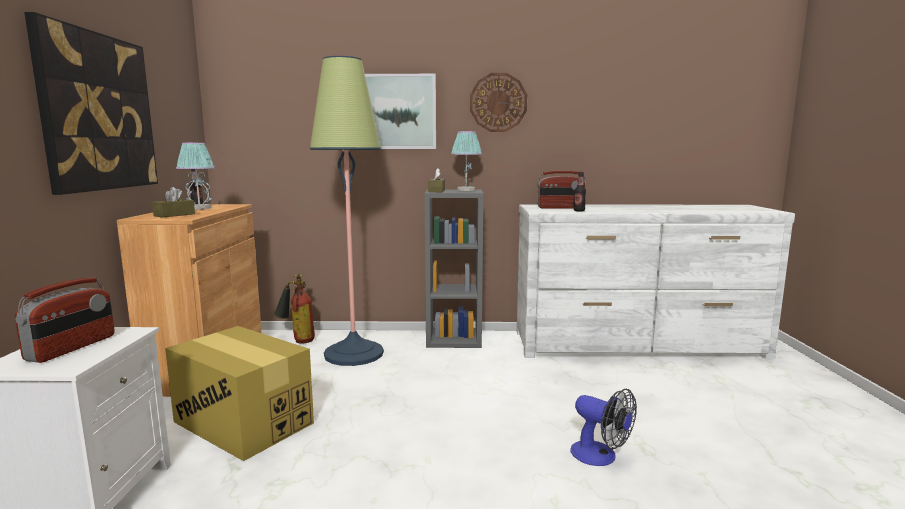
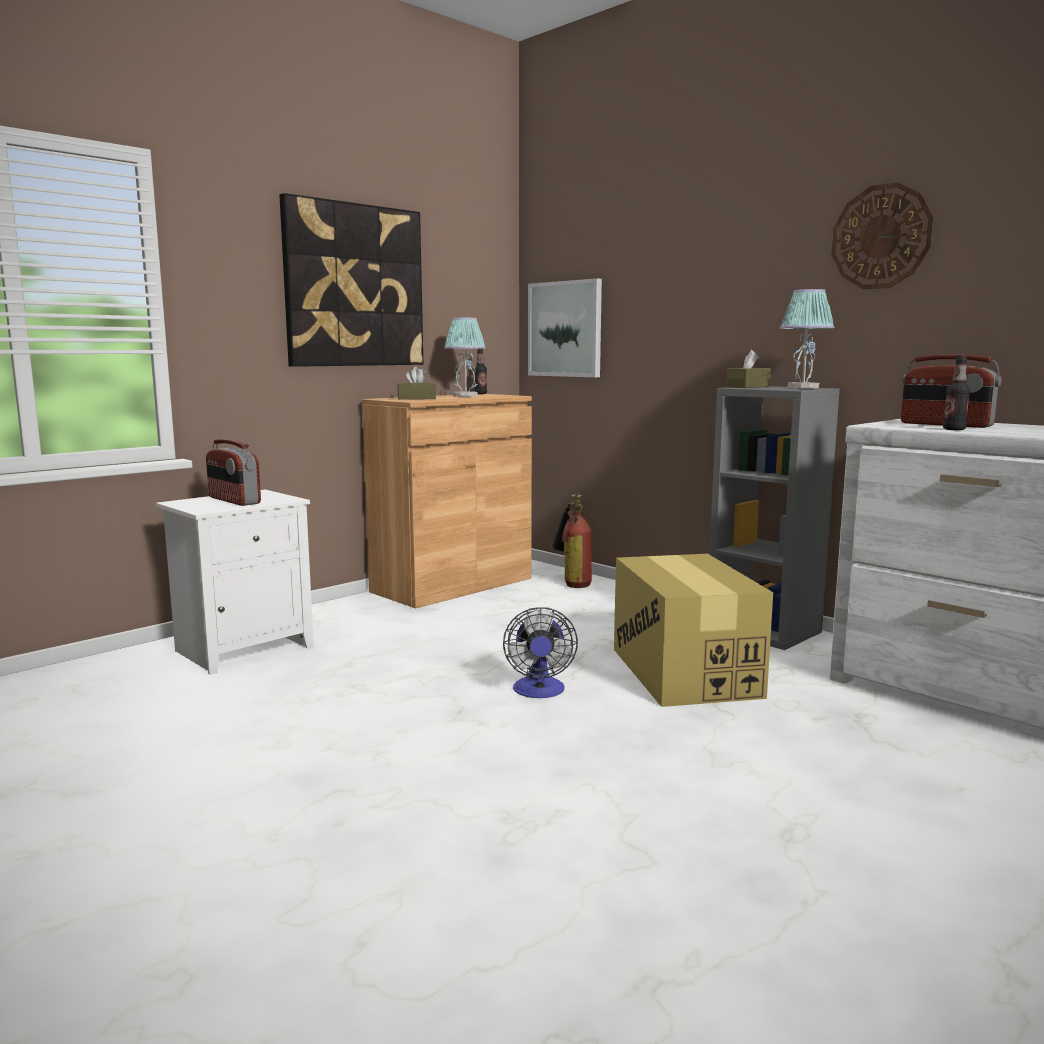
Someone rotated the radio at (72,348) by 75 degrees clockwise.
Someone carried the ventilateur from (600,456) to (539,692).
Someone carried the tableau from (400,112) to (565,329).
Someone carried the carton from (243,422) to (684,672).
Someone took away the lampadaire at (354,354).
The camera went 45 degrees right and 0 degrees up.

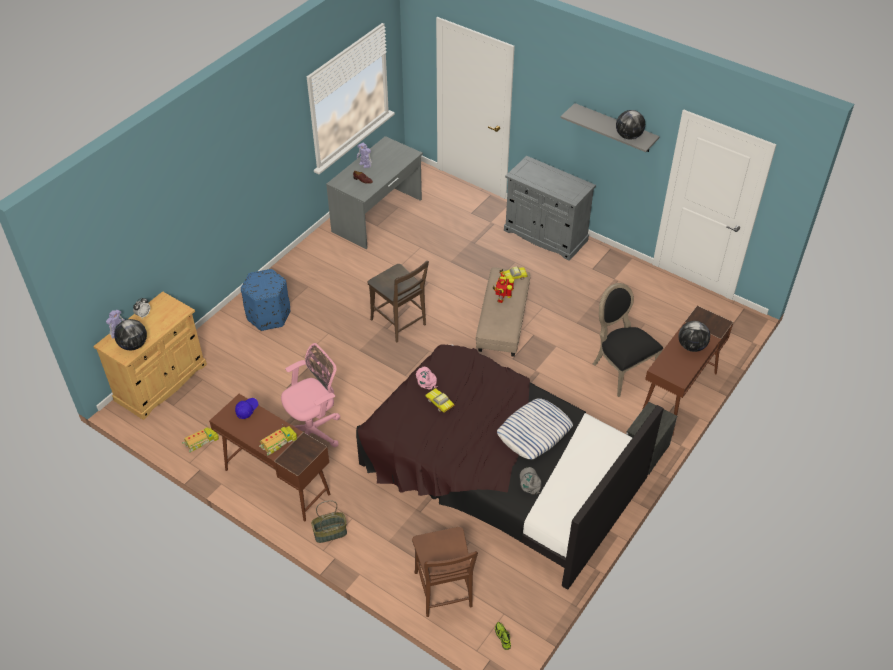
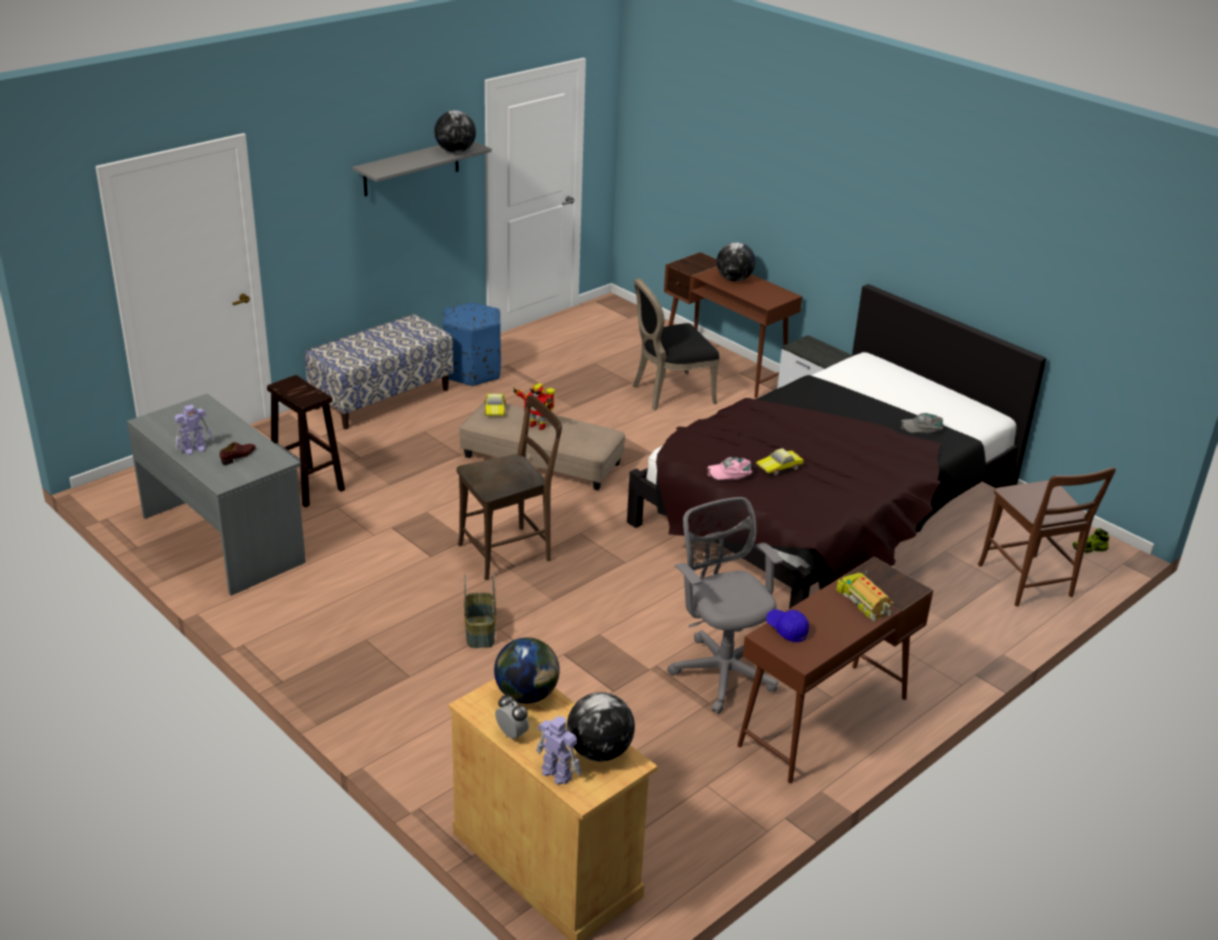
Someone put down the tabouret/marron at (308,487).
Someone swapped the meuble de rangement/gris at (545,235) for the banc at (382,398).
Someone carried the pouf/bleu from (268,315) to (472,372).
Someone carried the panier from (330,533) to (481,632).
Someone put down the globe at (527,695).
Someone repainted the chaise de bureau/rose at (313,431), which became the chaise de bureau/gris at (721,670).
Someone rotated the chaise/marron at (444,593) by 75 degrees clockwise.
Someone took away the camion jouet at (201,441).
Someone took away the coussin at (534,432).
The camera went 80 degrees left and 15 degrees down.

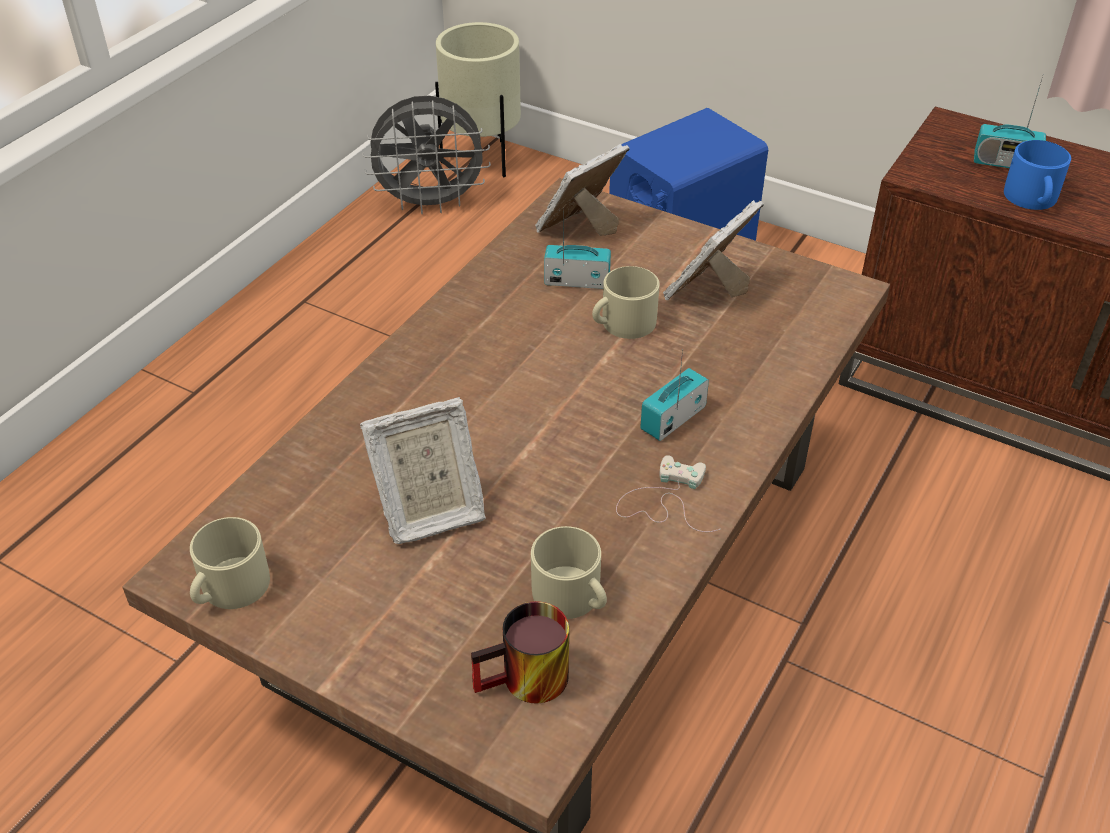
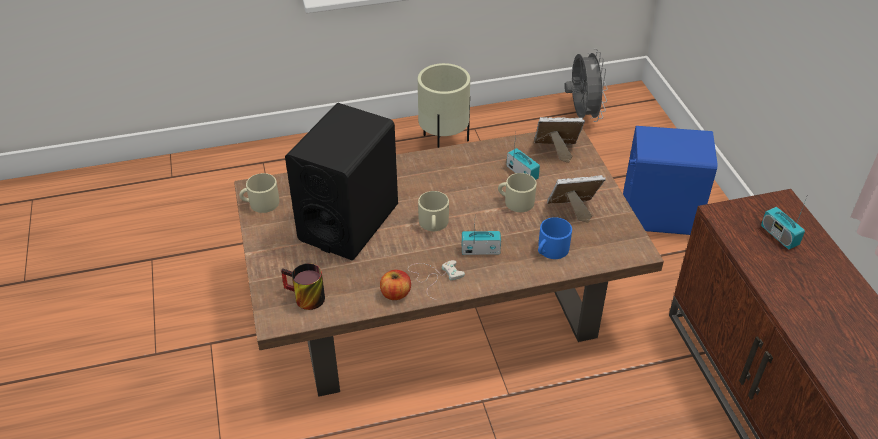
Someone swapped the cadre photo at (429,513) for the enceinte/noir at (349,222).
Someone put down the pomme at (395,293).
Someone carried the cache-pot/beige from (483,160) to (444,146).
Someone carried the mug/beige from (572,597) to (433,224).
Someone carried the mug/bleu from (1032,199) to (550,250).
Someone rotated the ventilateur/gris at (431,204) by 135 degrees counterclockwise.
The camera went 45 degrees right and 0 degrees up.

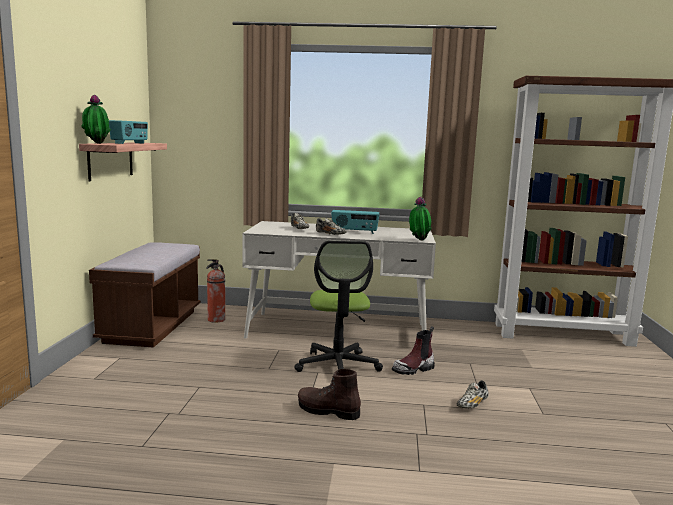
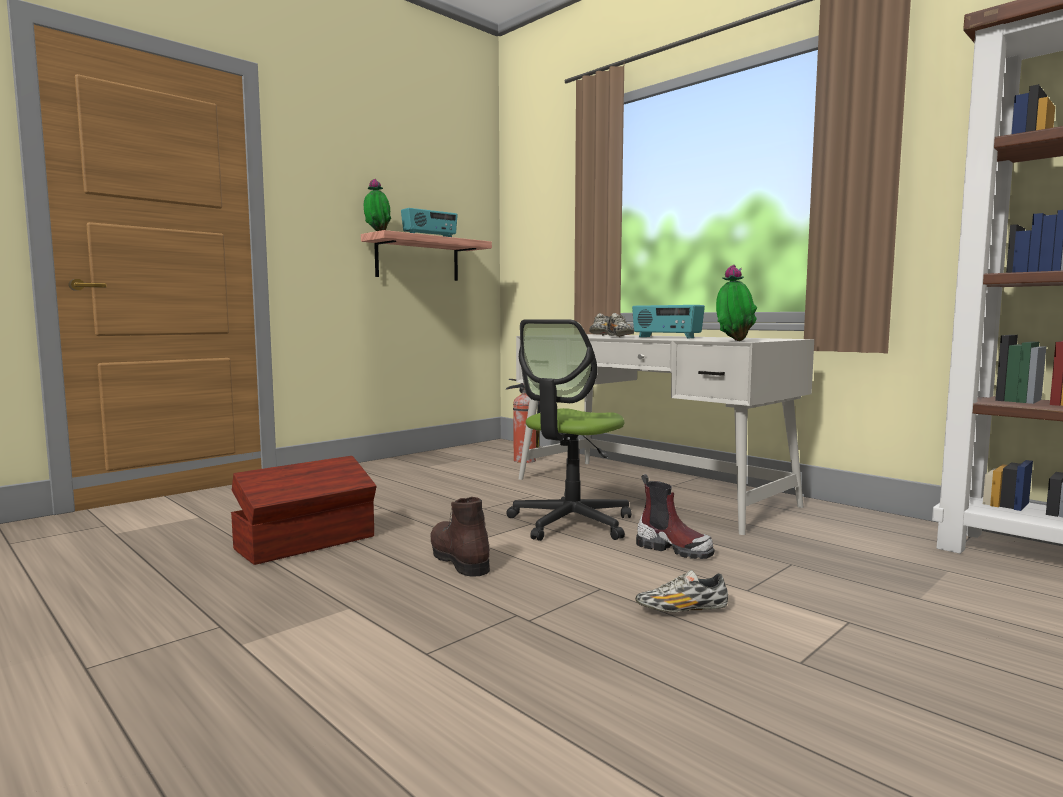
Someone put down the boîte de rangement/marron at (308,543).
Someone rotated the botte at (413,369) by 150 degrees counterclockwise.
Someone took away the banc/marron at (152,326).
The camera went 40 degrees right and 5 degrees down.

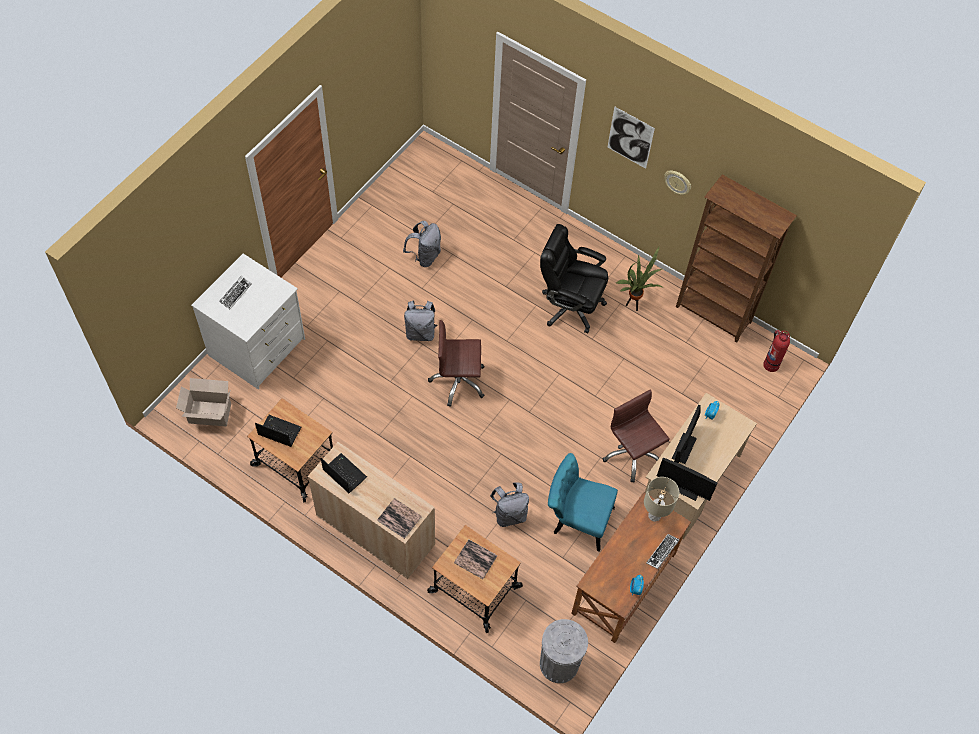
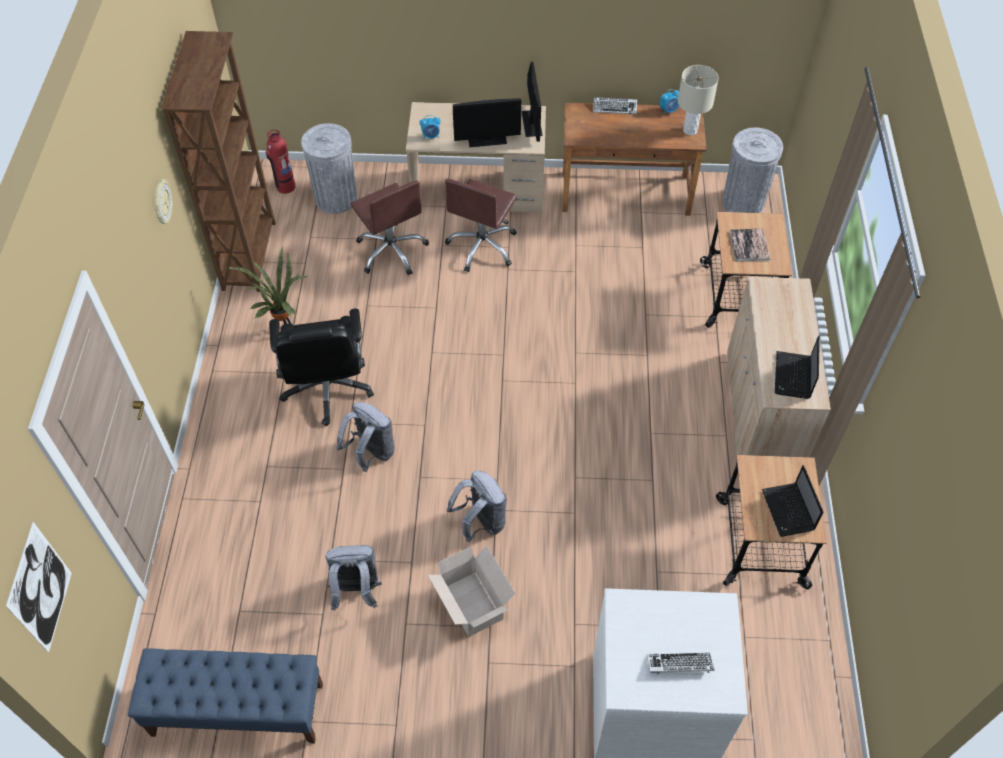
Someone carried the tableau from (630,138) to (40,588).
Someone put down the banc/bleu at (237,710).
Someone put down the poubelle/gris at (336,198).
Someone carried the sac à dos/gris from (509,514) to (371,453).
Someone carried the chaise de bureau/marron from (458,381) to (392,251).
Someone carried the carton from (208,413) to (472,606).
Someone carried the lampe de table/beige from (654,516) to (690,130).
Someone took away the livre at (399,518).
Someone took away the chaise/turquoise at (577,518).
The camera went 120 degrees left and 5 degrees down.

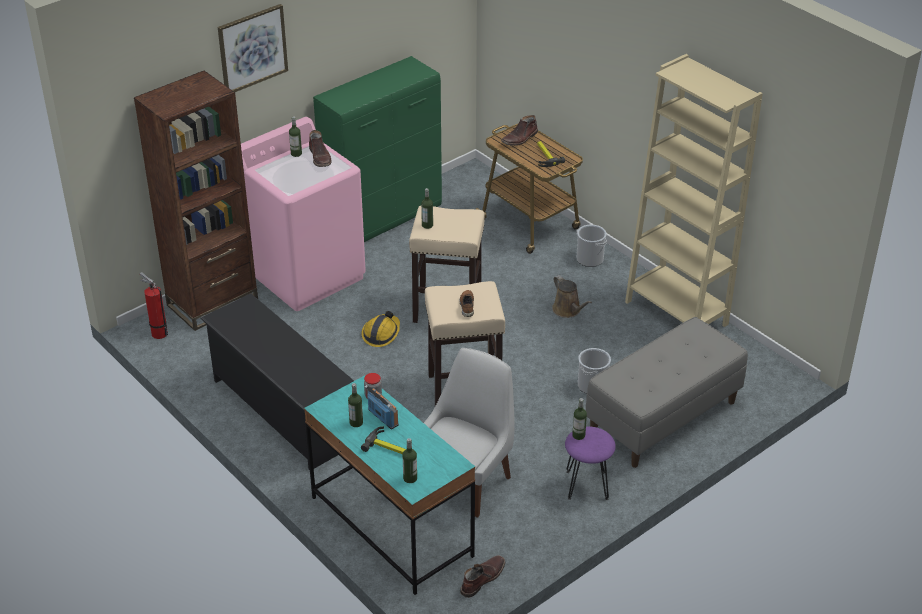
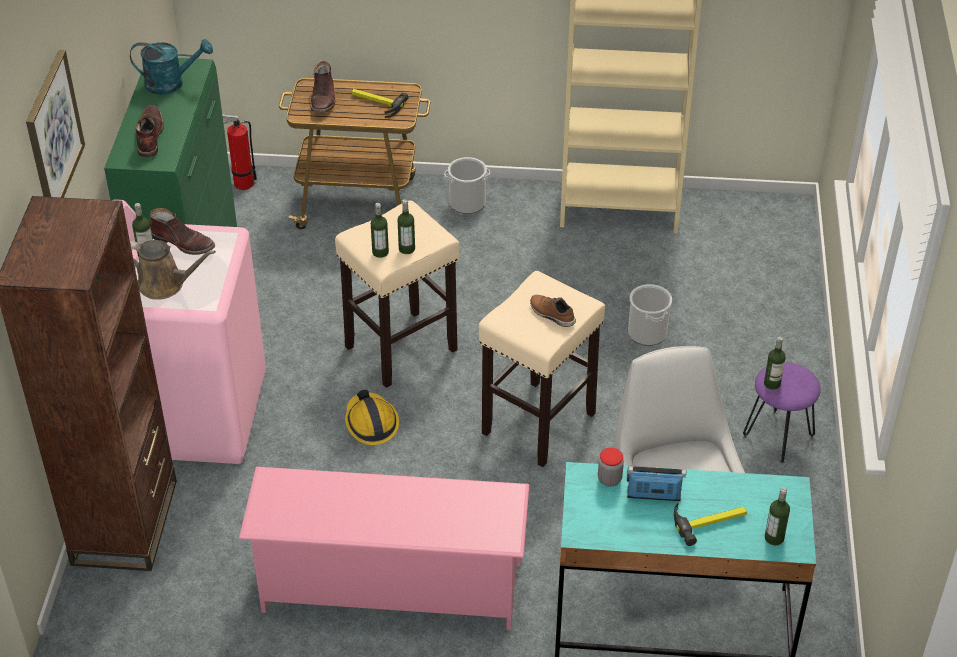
Someone put down the arrosoir/turquoise at (171,83).
Someone carried the arrosoir/marron from (568,310) to (165,284).
Someone carried the botte/marron from (482,579) to (149,136).
Someone carried the extincteur from (158,332) to (241,184).
Someone repainted the étagère à chaussures/noir at (283,412), which became the étagère à chaussures/rose at (390,587).
Someone carried the bouteille from (356,423) to (407,249).
Someone took away the banc/gris at (663,418).
The camera went 45 degrees left and 5 degrees up.

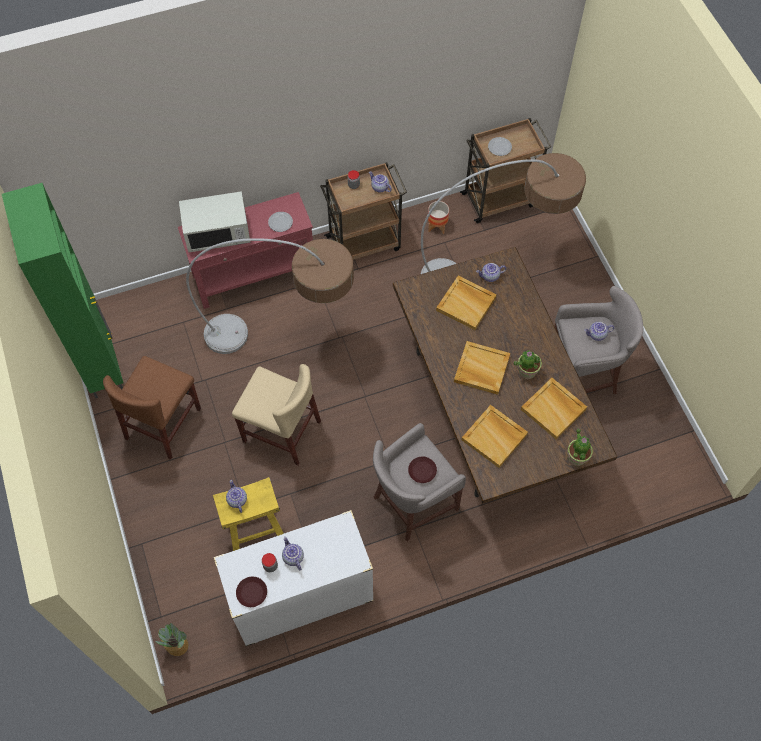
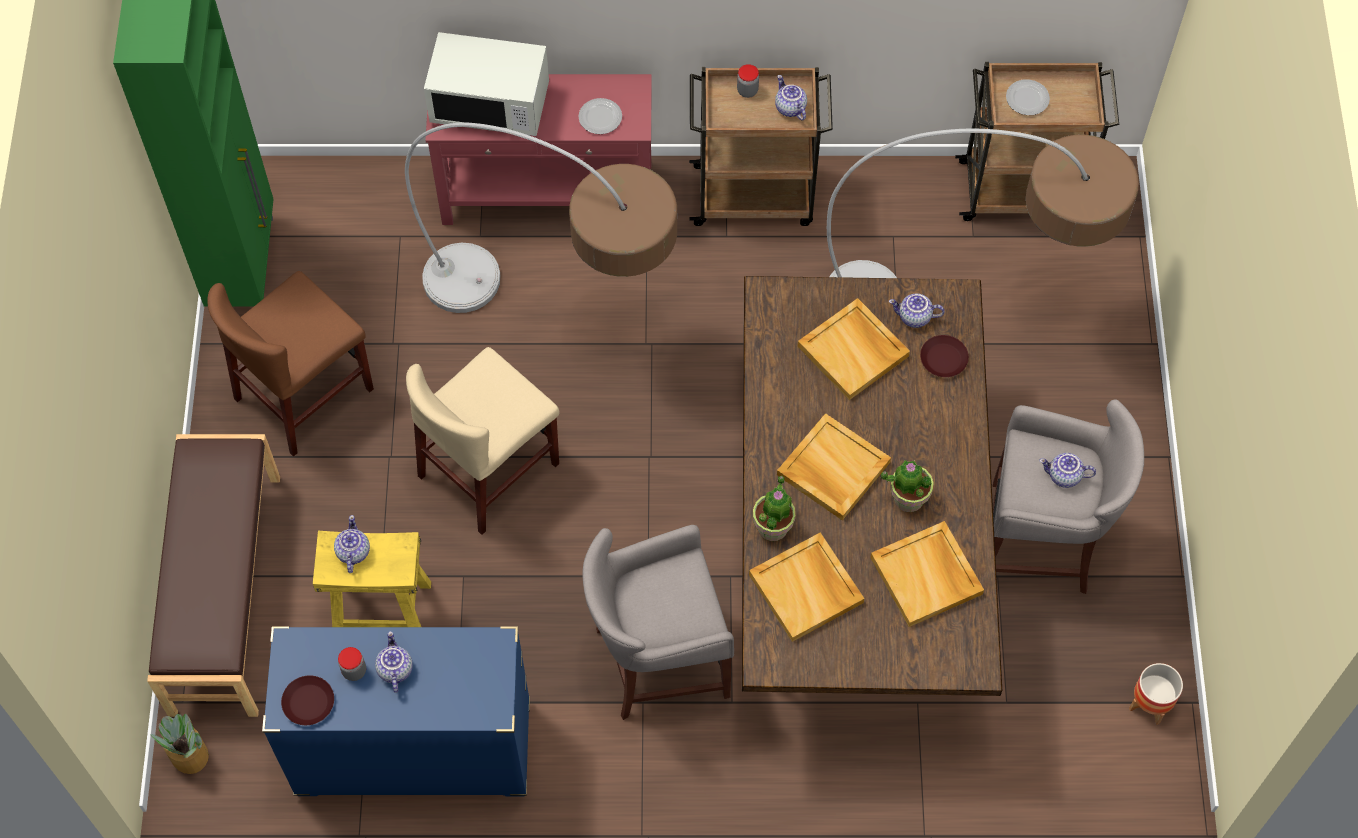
Someone put down the banc/marron at (224,593).
Someone repainted the commode/blanc at (301,597), which became the commode/bleu at (413,750).
Someone rotated the chaise/beige at (281,431) by 90 degrees clockwise.
Someone carried the plante en pot from (577,457) to (773,526).
Someone carried the assiette/marron from (422,471) to (943,359).
Someone carried the cache-pot from (437,226) to (1150,704).
The camera went 20 degrees right and 0 degrees up.

